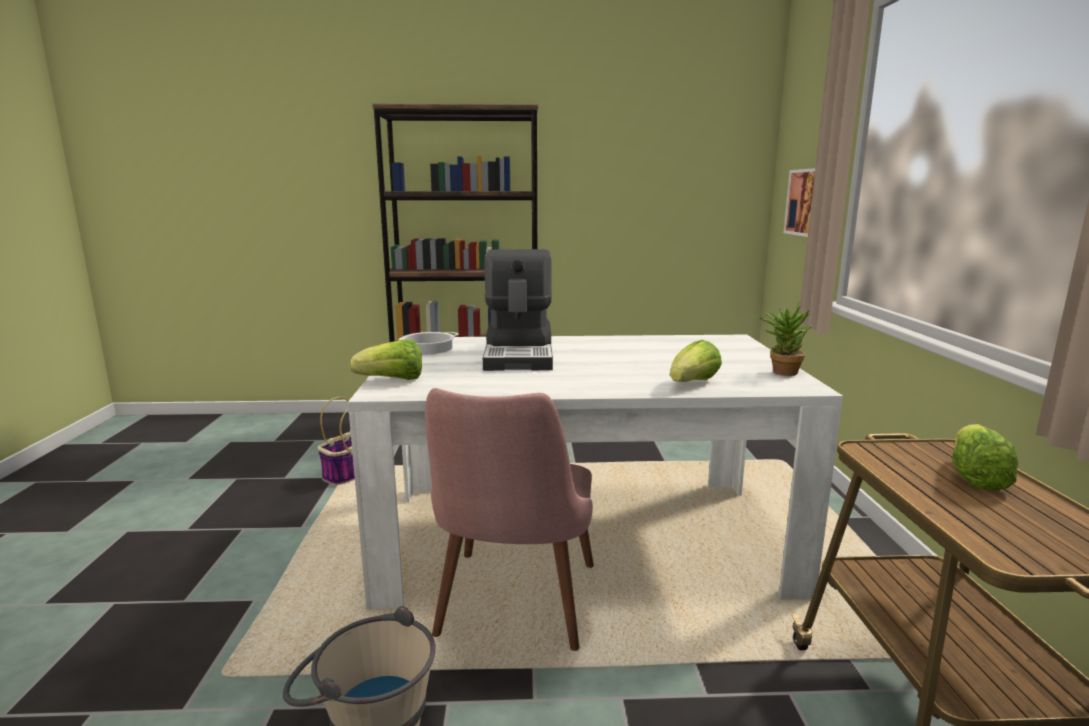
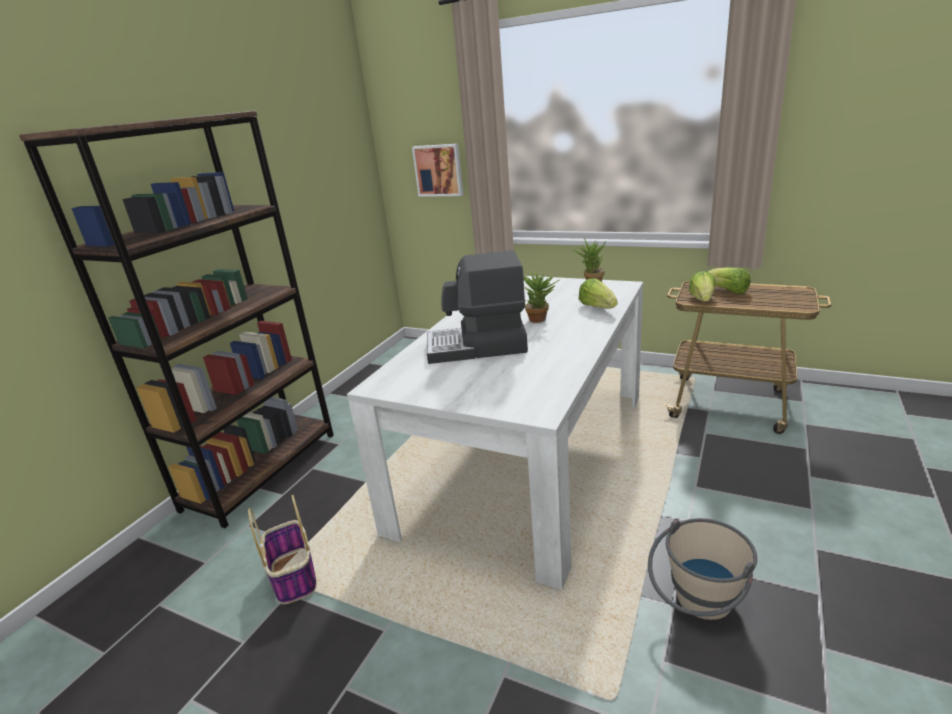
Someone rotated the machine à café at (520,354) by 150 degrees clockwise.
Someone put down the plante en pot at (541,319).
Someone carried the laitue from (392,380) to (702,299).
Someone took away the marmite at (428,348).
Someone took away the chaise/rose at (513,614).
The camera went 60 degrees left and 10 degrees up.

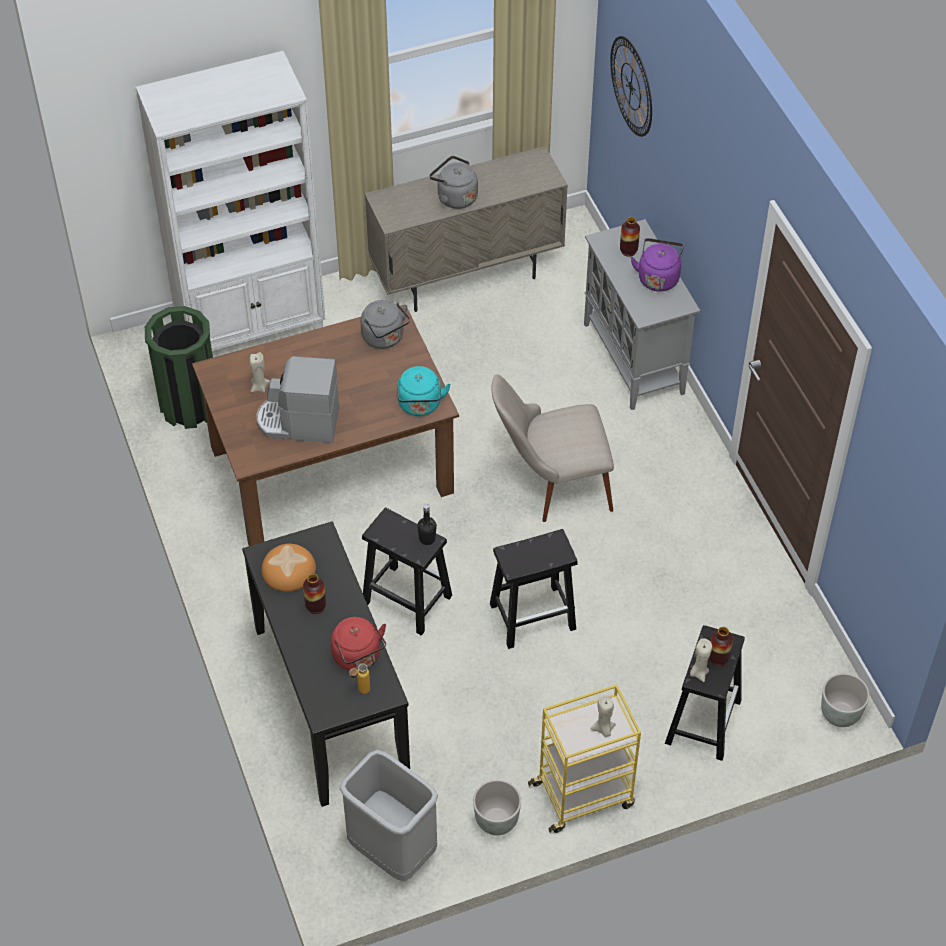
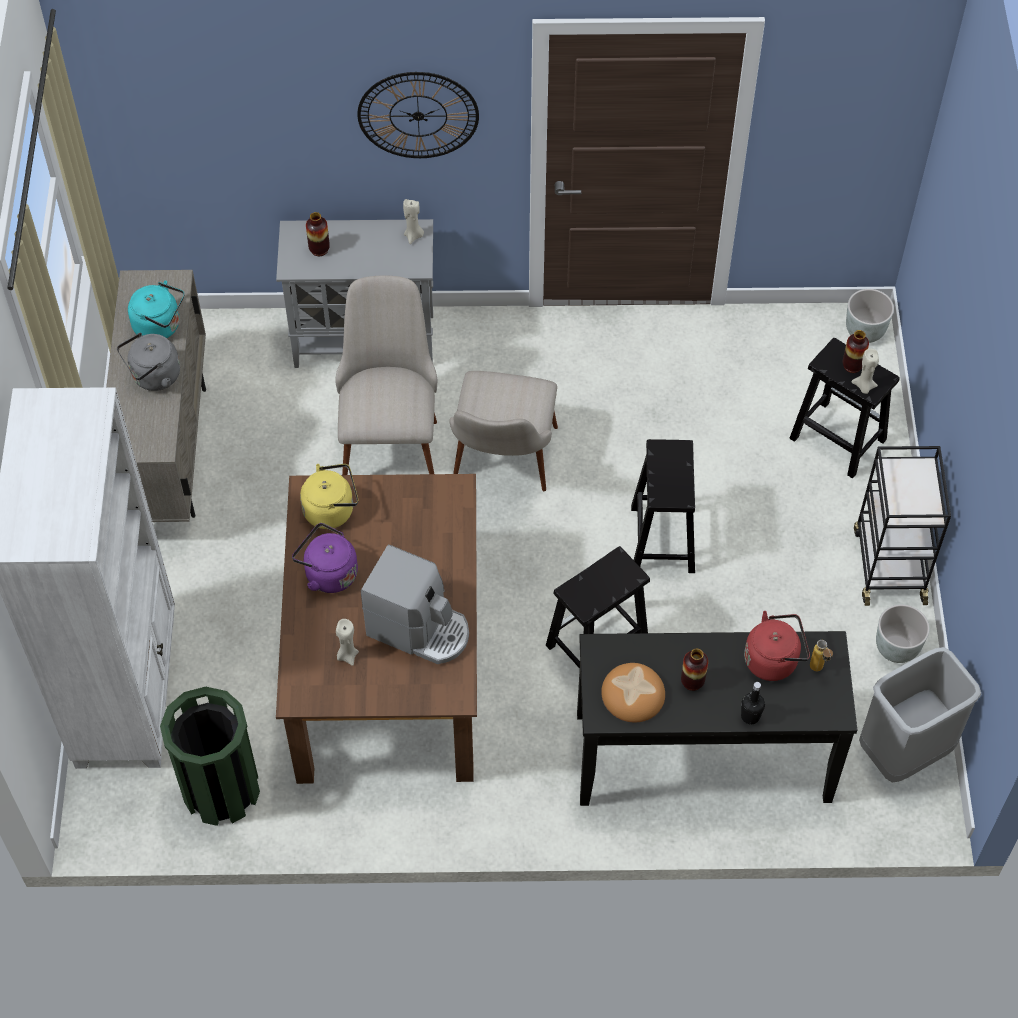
Someone carried the bouilloire/turquoise from (420,406) to (160,326).
Someone carried the bouilloire/violet from (658,277) to (328,573).
Someone repainted the bouilloire/gris at (385,338), which became the bouilloire/jaune at (332,510).
Someone put down the chaise/beige at (390,436).
Someone carried the horloge murale from (631,86) to (418,115).
Someone rotated the machine à café at (299,422) by 90 degrees counterclockwise.
Someone carried the bougie/beige from (603,729) to (413,236).
Someone carried the bouteille/noir from (427,539) to (750,716).
Someone repainted the chariot/jaune at (584,794), which became the chariot/noir at (889,564).
The camera went 70 degrees left and 5 degrees up.

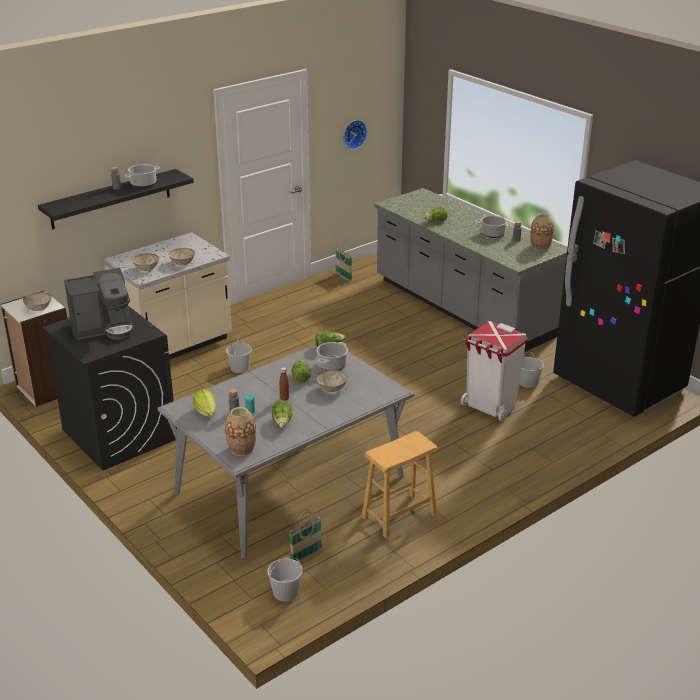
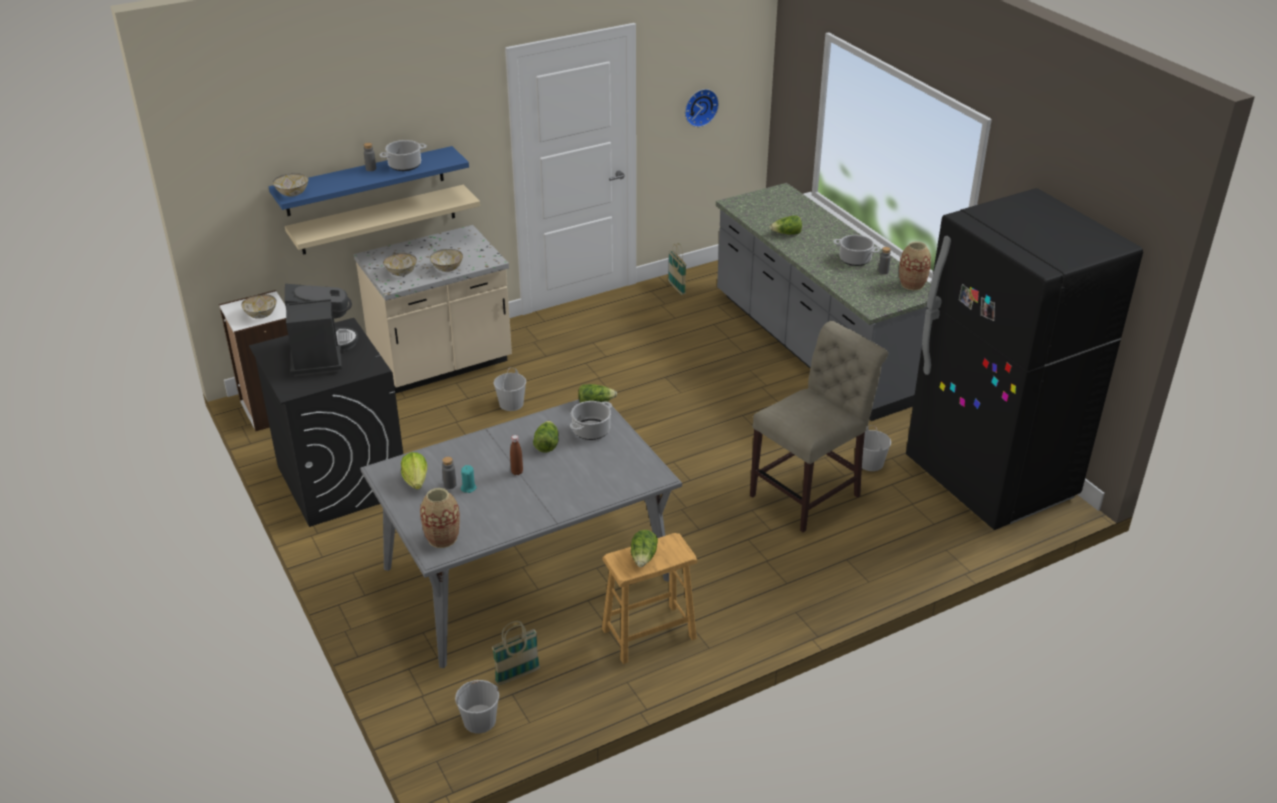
Someone repainted the étagère/noir at (111,199), which became the étagère/bleu at (365,181).
Someone carried the bol from (331,388) to (292,193).
Someone put up the étagère/beige at (378,220).
Someone rotated the machine à café at (103,328) by 90 degrees counterclockwise.
Someone carried the laitue from (282,422) to (644,557).
Someone swapped the poubelle/blanc at (490,407) for the chaise/beige at (810,493).
The camera went 10 degrees right and 5 degrees up.

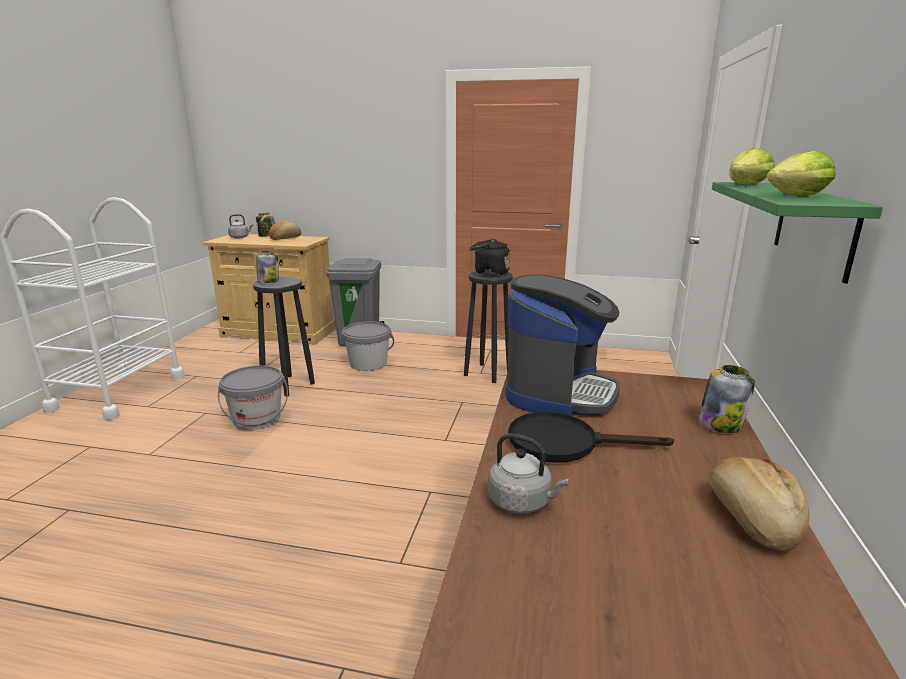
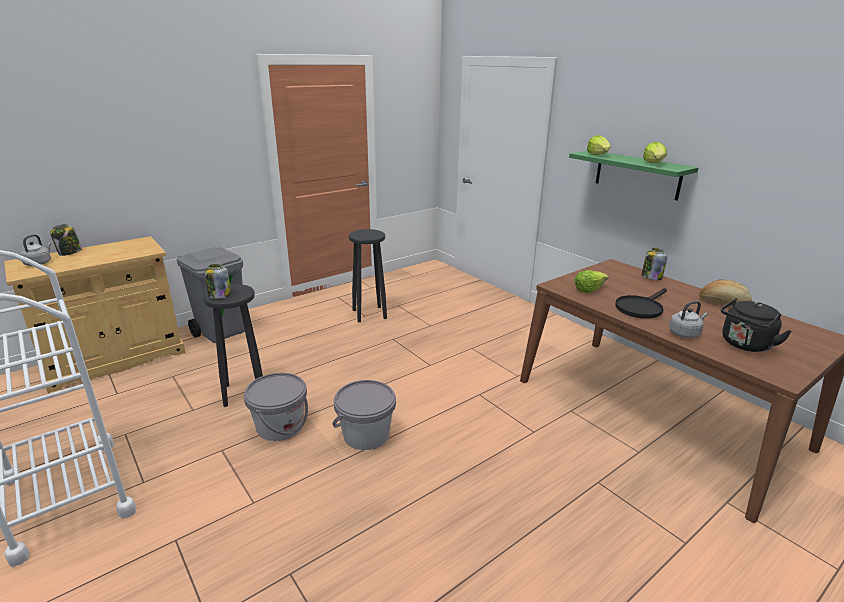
Someone carried the seau/gris from (368,363) to (366,435).
Someone swapped the machine à café at (559,393) for the laitue at (588,289).
Someone carried the bouilloire/noir from (489,273) to (744,345).
Someone took away the pain at (285,238).
The camera went 50 degrees left and 5 degrees up.

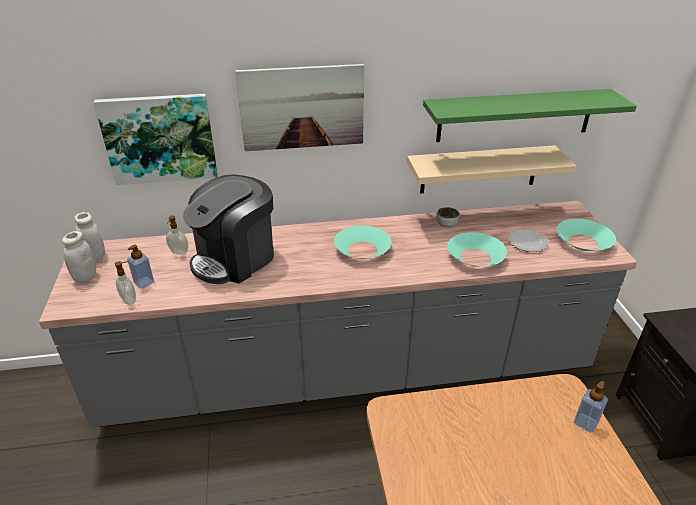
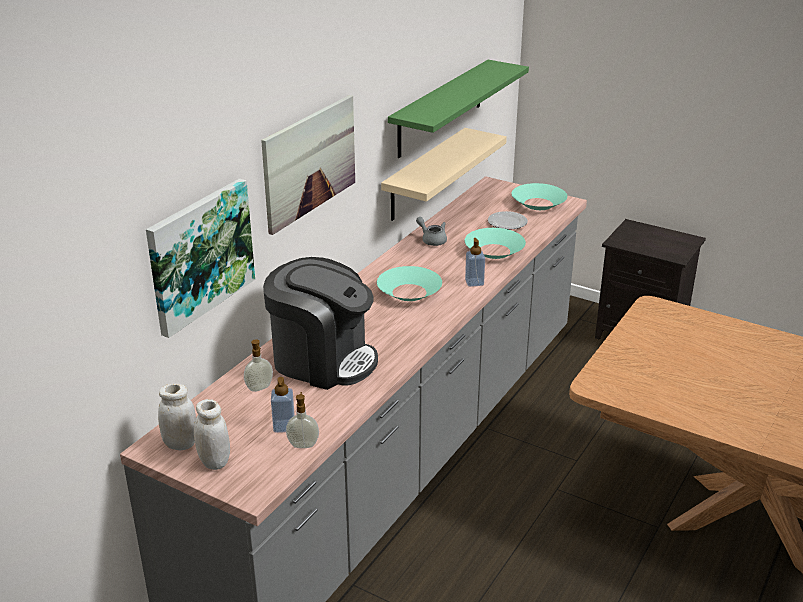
Someone rotated the machine à café at (235,259) by 60 degrees counterclockwise.
Someone swapped the bol at (446,224) for the théière/gris at (432,240).
Someone carried the distributeur de savon from (585,423) to (474,282).
The camera went 50 degrees left and 5 degrees down.

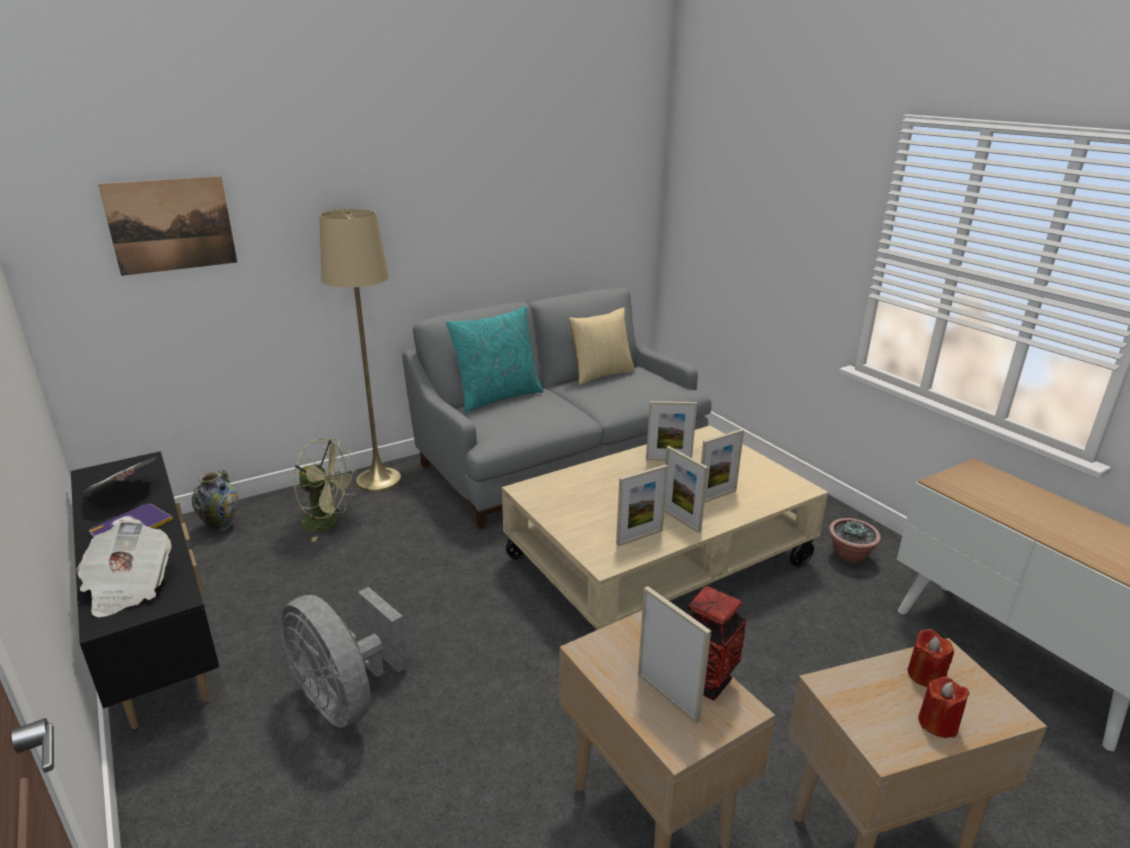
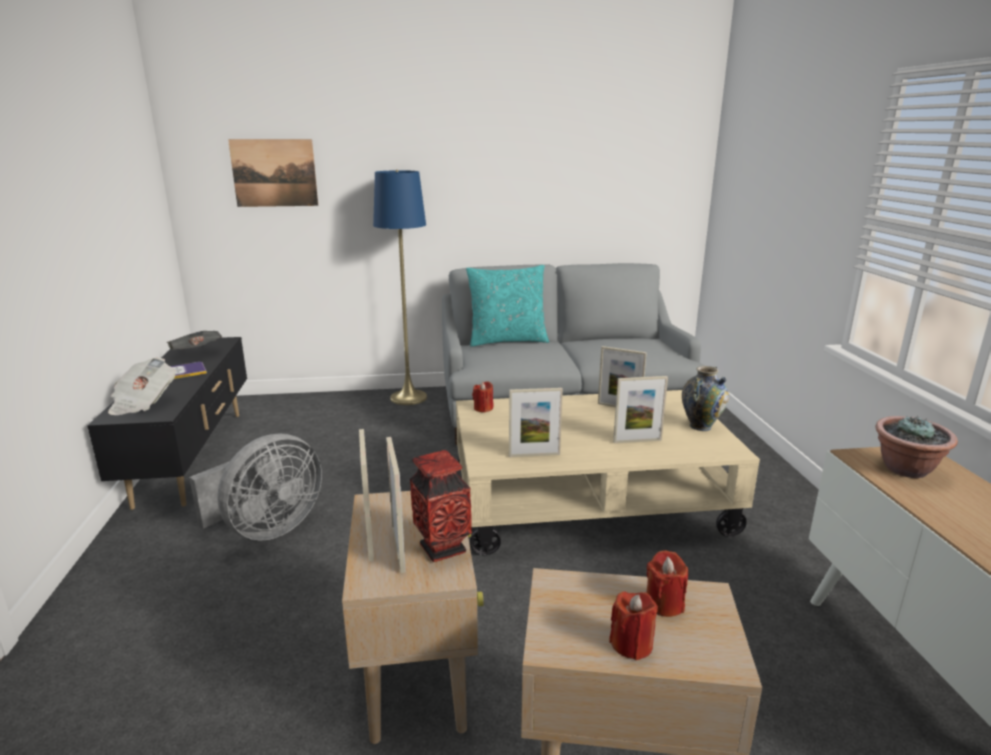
Someone rotated the ventilateur/gris at (346,698) by 120 degrees counterclockwise.
Someone carried the cadre photo from (680,520) to (369,538).
Someone repainted the lampadaire/beige at (378,480), which became the lampadaire/bleu at (408,397).
Someone put down the bougie/rouge at (483,408).
Someone carried the vase from (221,526) to (701,426).
Someone carried the plante en pot from (849,556) to (906,469).
Someone took away the ventilateur/vert at (328,523).
Someone took away the coussin at (600,374).
The camera went 25 degrees right and 5 degrees down.

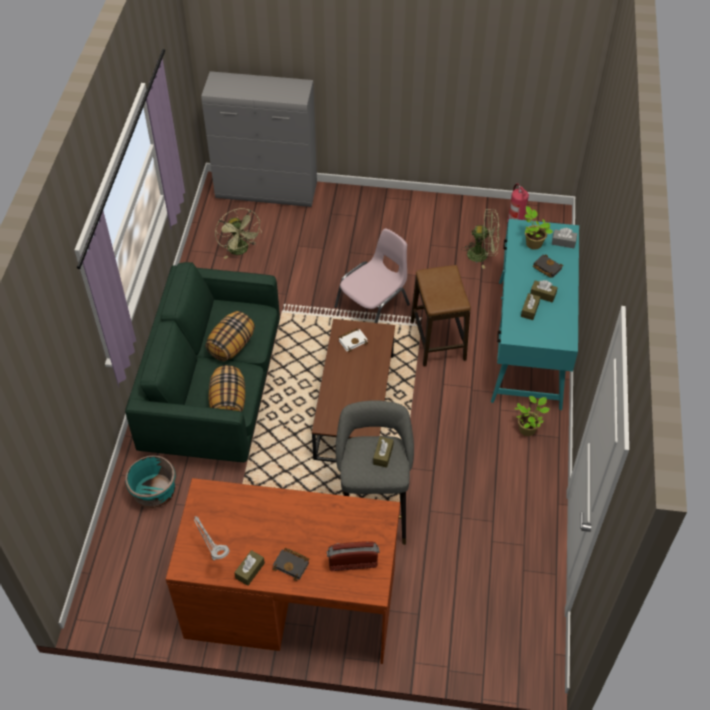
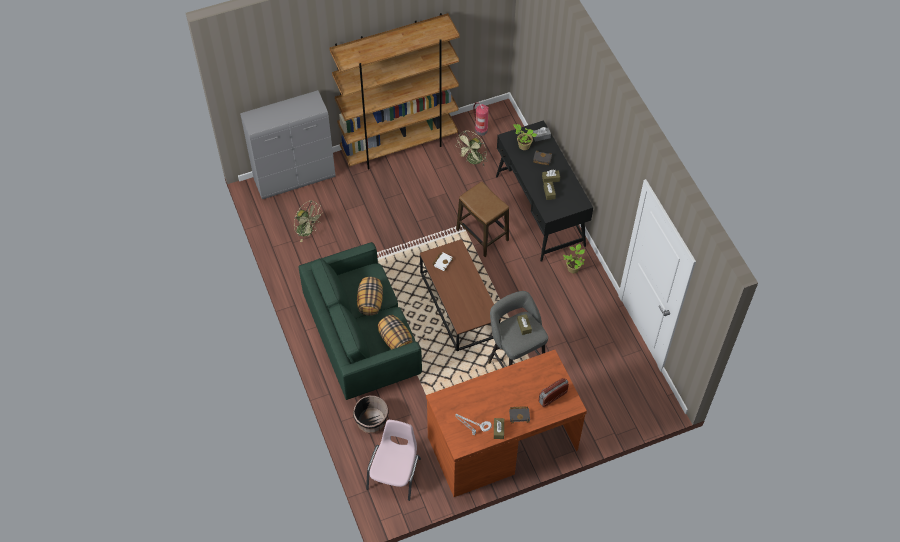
Someone put down the bibliothèque/marron at (399,146).
Someone repainted the cache-pot/turquoise at (154,492), which became the cache-pot/noir at (371,421).
Someone carried the chaise/rose from (374,306) to (395,473).
Someone rotated the ventilateur/vert at (482,254) by 150 degrees clockwise.
Someone repainted the bureau/turquoise at (528,343), which became the bureau/noir at (539,210).
The camera went 30 degrees left and 5 degrees up.

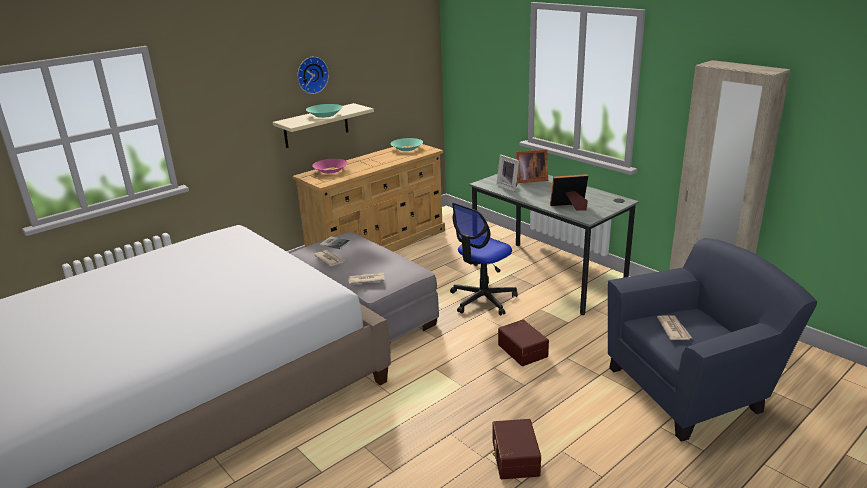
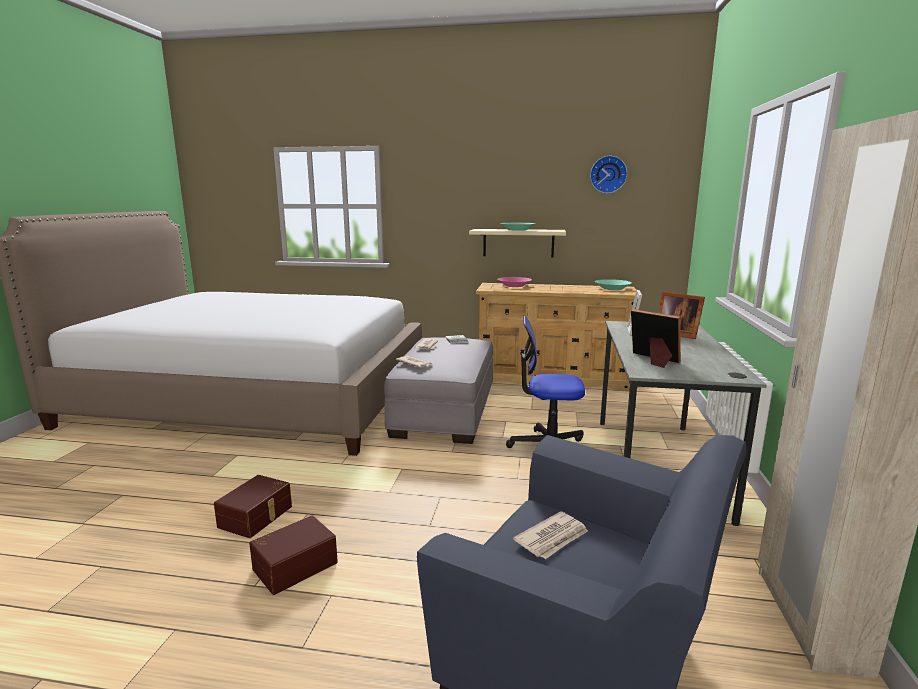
Someone carried the boîte de rangement/marron from (523,350) to (257,517).
Someone carried the horloge murale from (311,75) to (608,174).
The camera went 50 degrees right and 10 degrees down.

